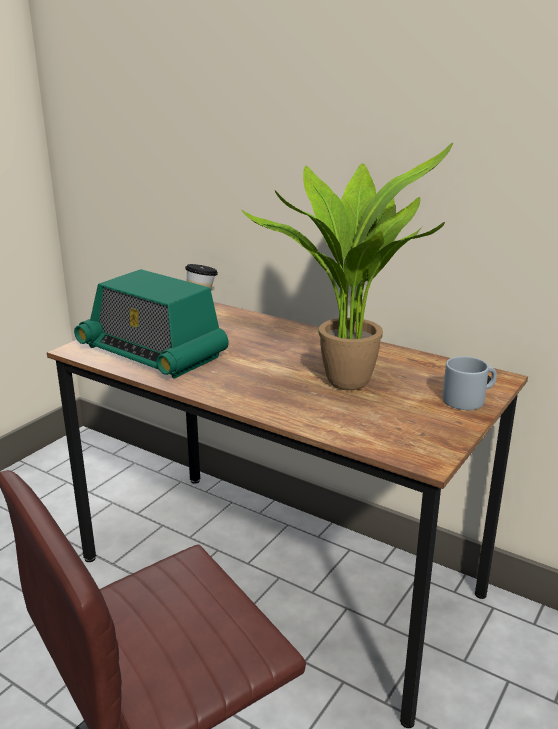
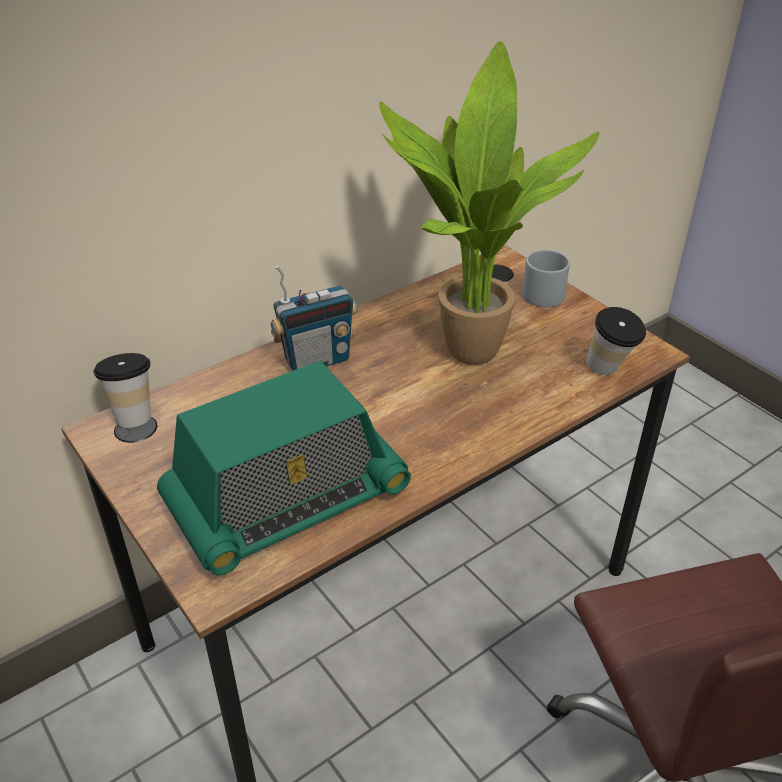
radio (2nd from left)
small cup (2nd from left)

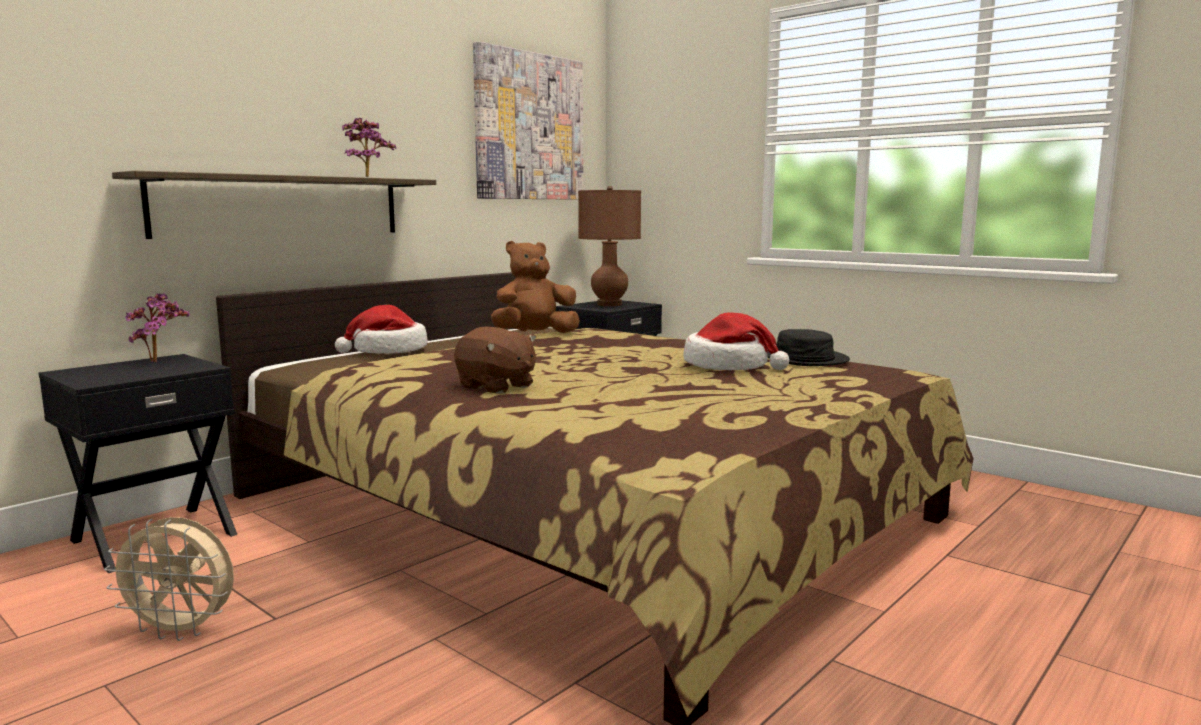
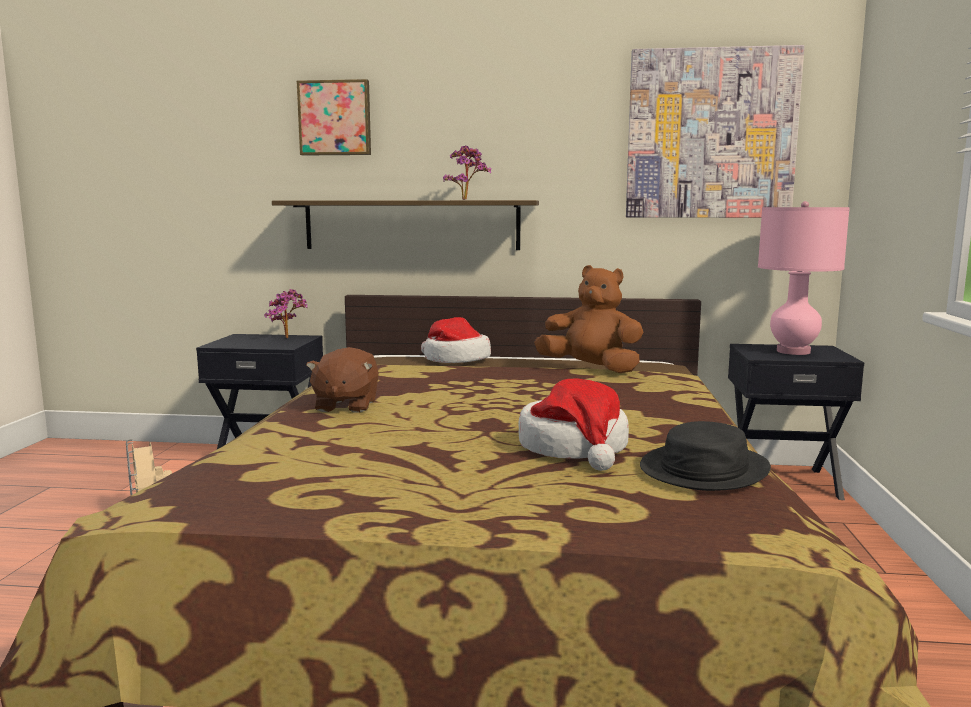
pink-coloured tabletop lamp
wall art (1st from left)

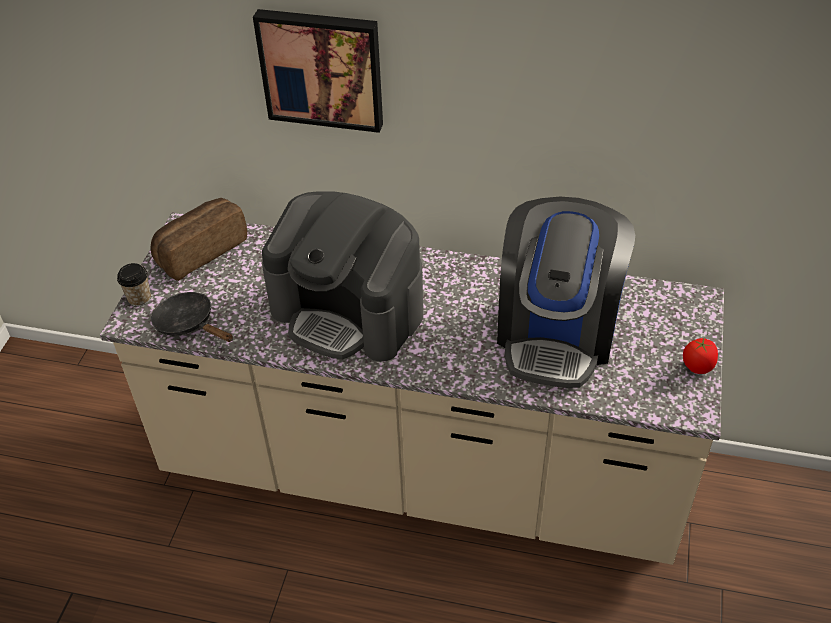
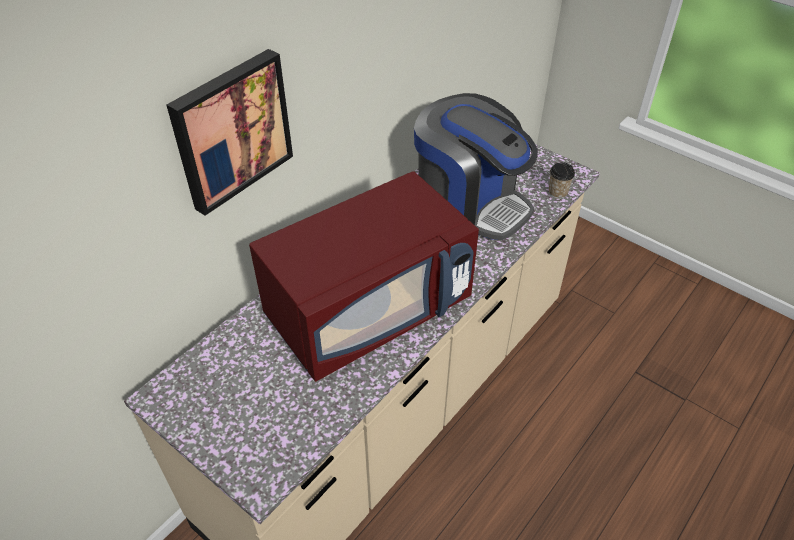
reddish microwave oven
bakery bread
small cup
black-coloured pan
tomato

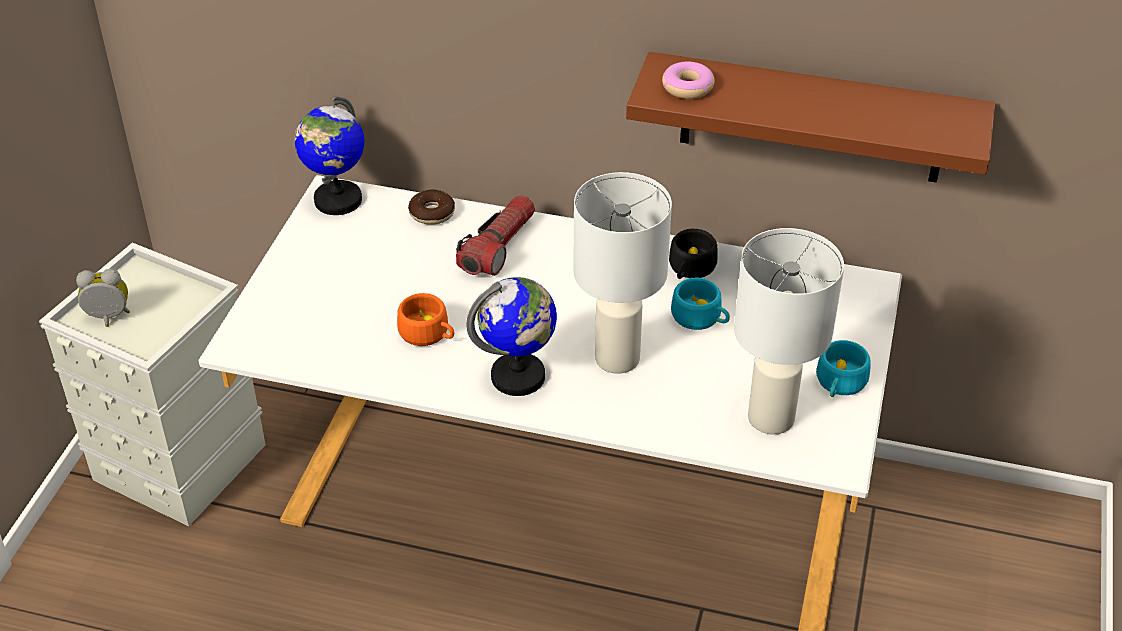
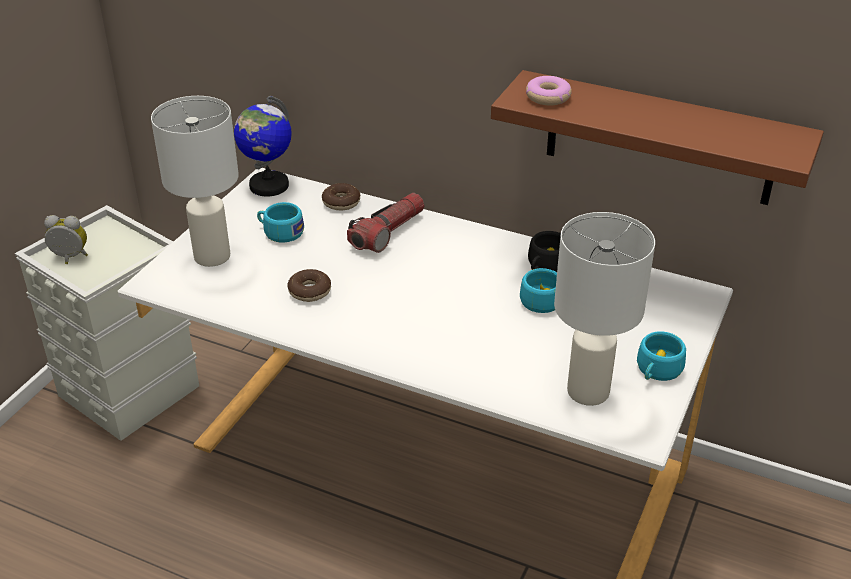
white-coloured tabletop lamp (1st from left)
world globe (2nd from left in the first image)
doughnut (1st from left)
blue-green small cup (1st from left)

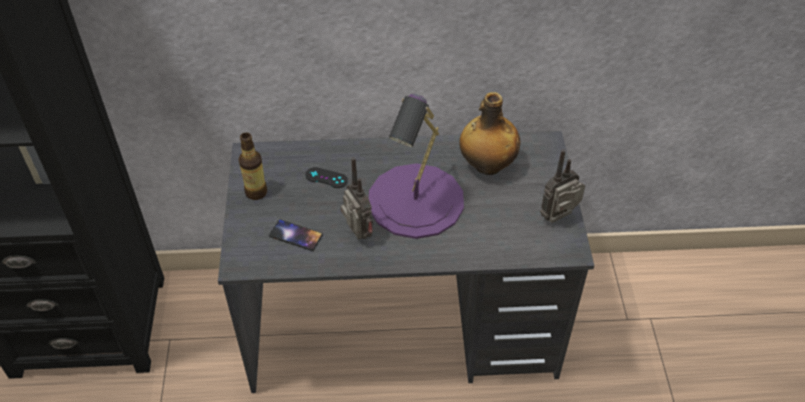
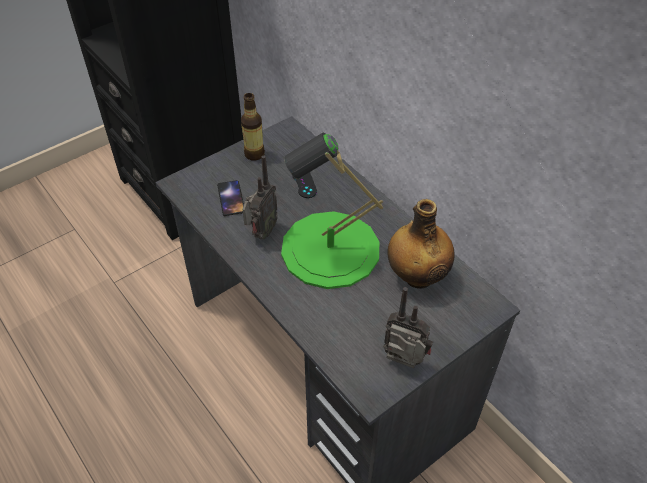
greenish tabletop lamp

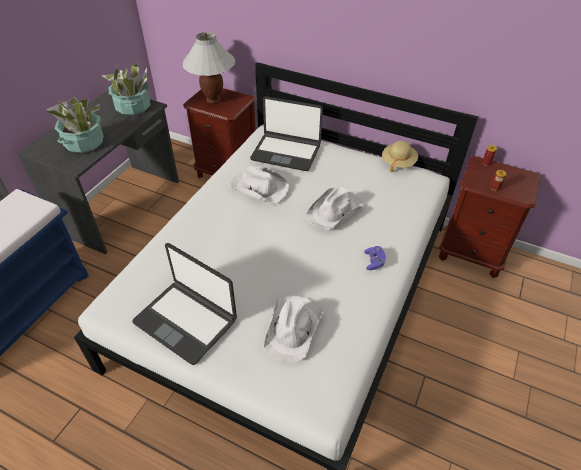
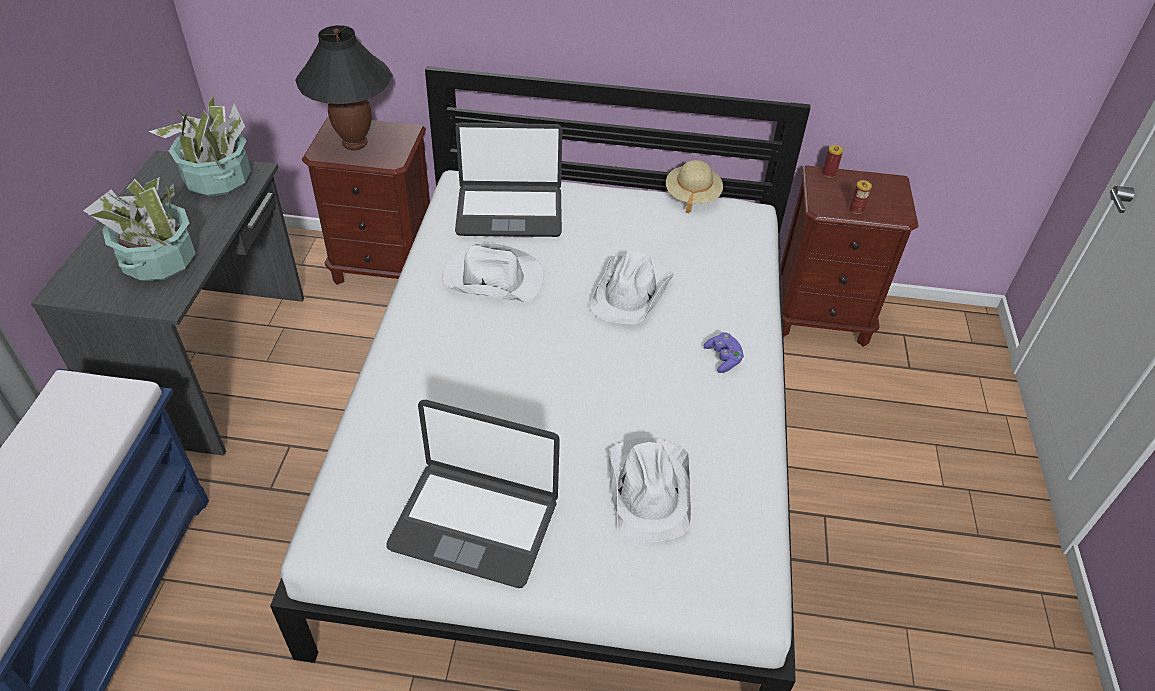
black-coloured tabletop lamp

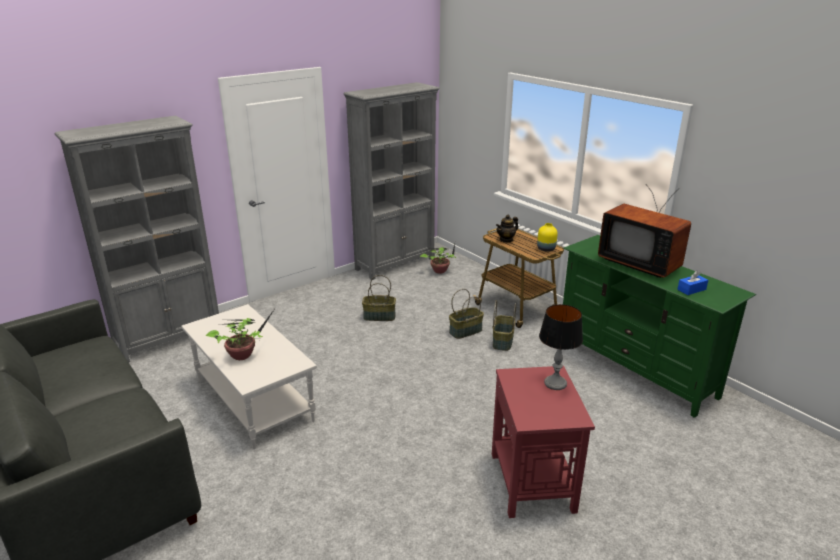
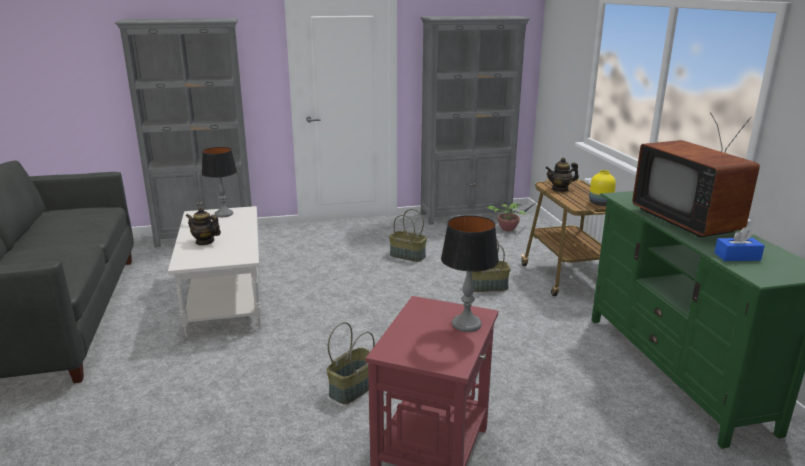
basket (1st from left)
tea pot (1st from left)
tabletop lamp (1st from left)

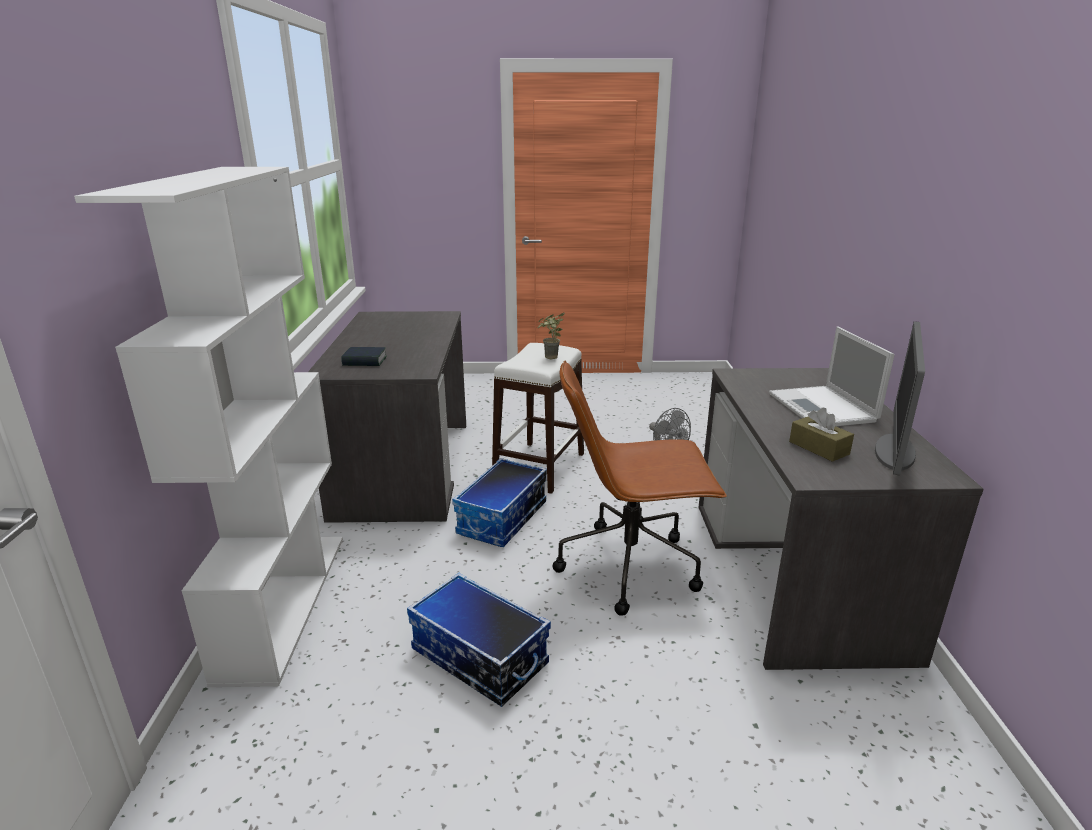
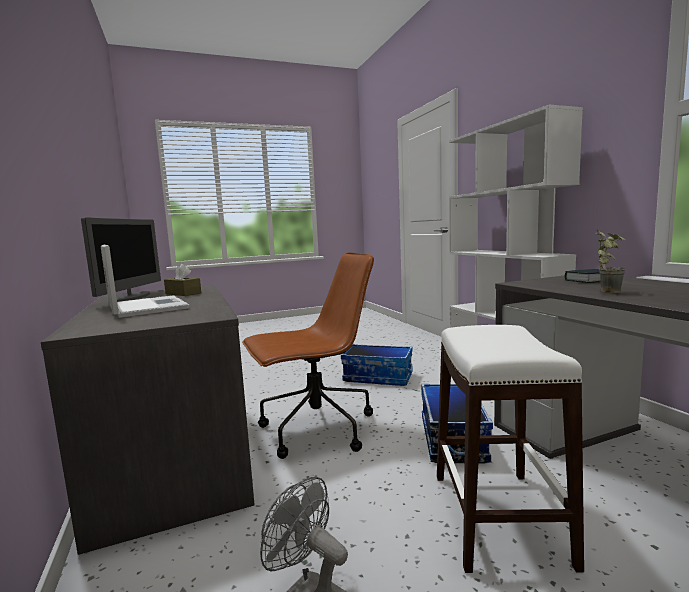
houseplant

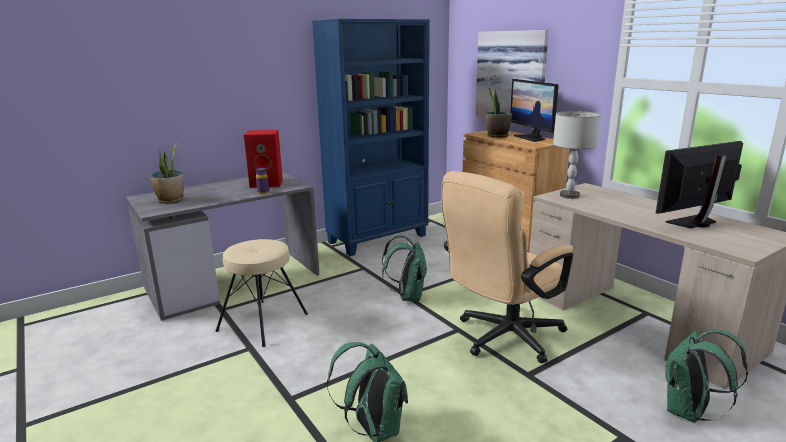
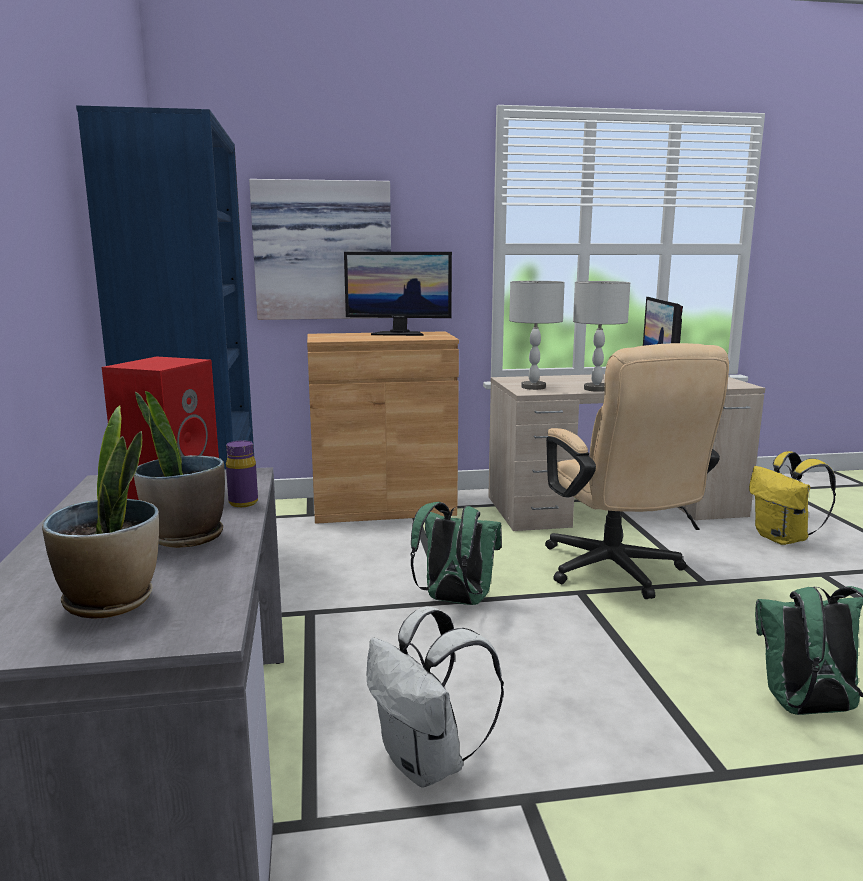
houseplant (2nd from left)
white-coloured knapsack
yellowish knapsack
grey tabletop lamp (2nd from left)

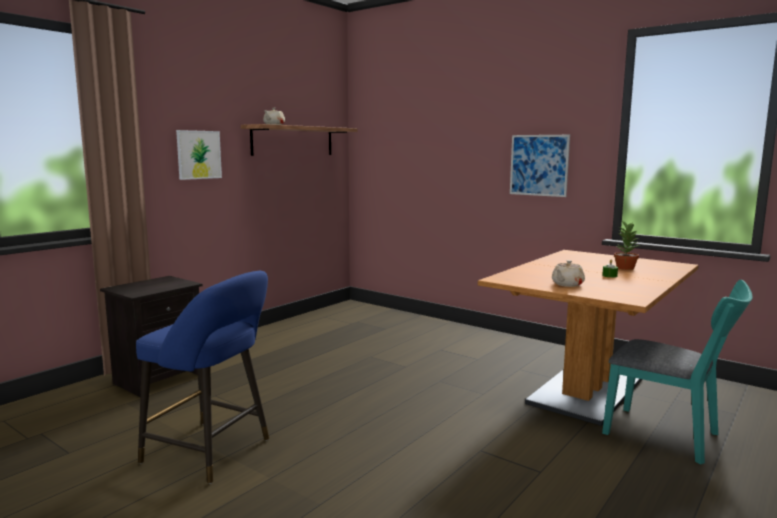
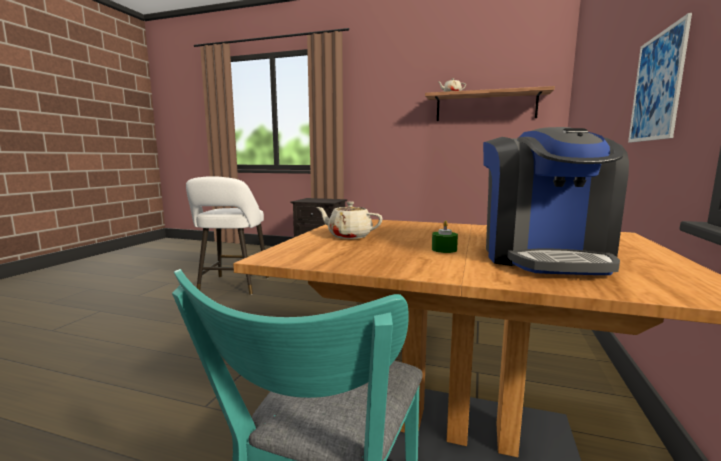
wall art (1st from left in the first image)
coffee maker
white-coloured stool

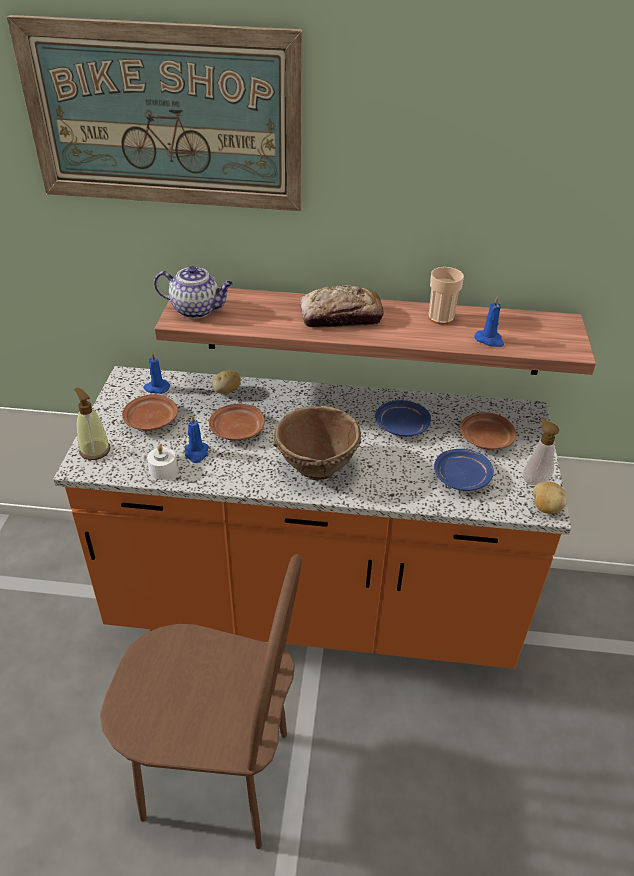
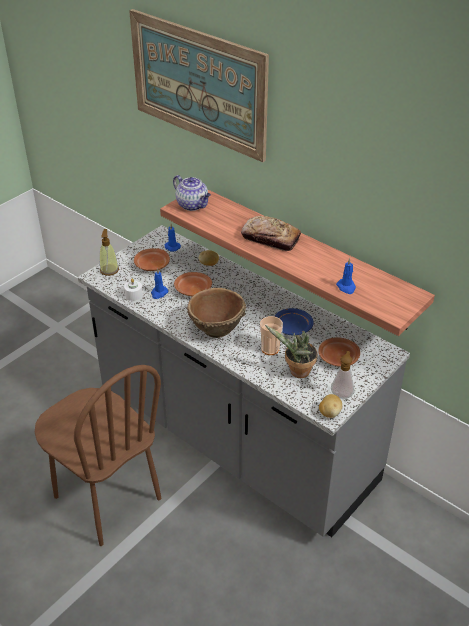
small cup
grey kitchen base unit
houseplant

